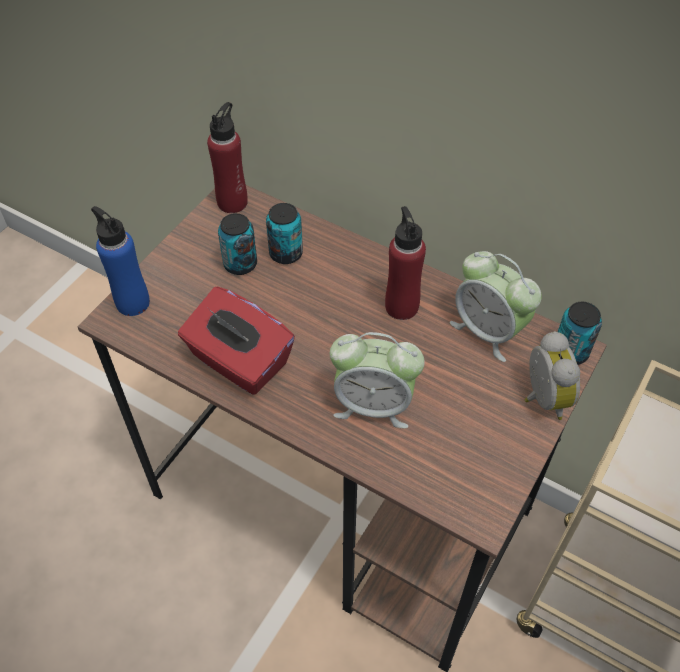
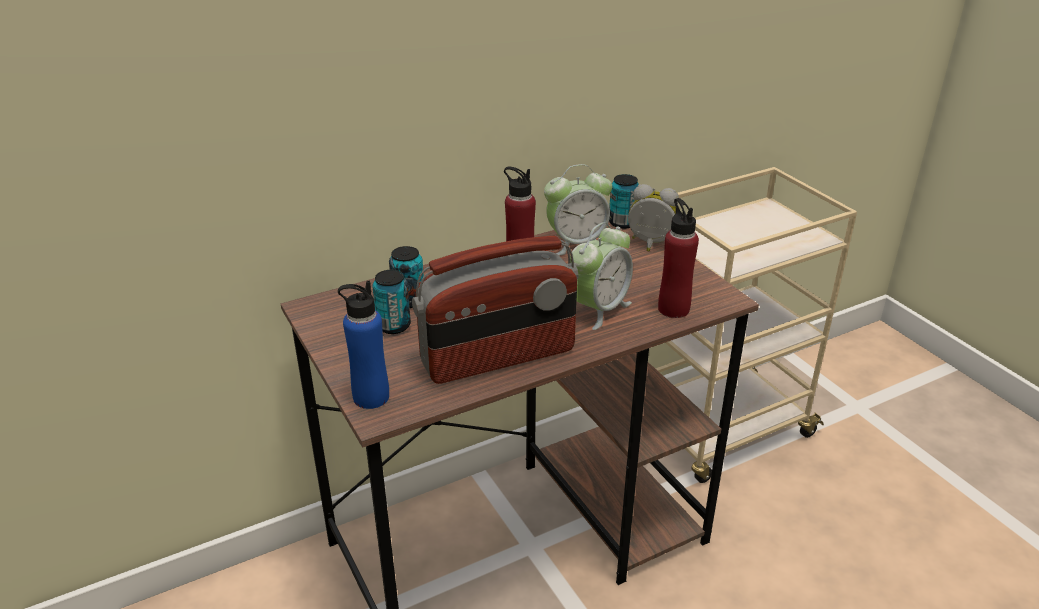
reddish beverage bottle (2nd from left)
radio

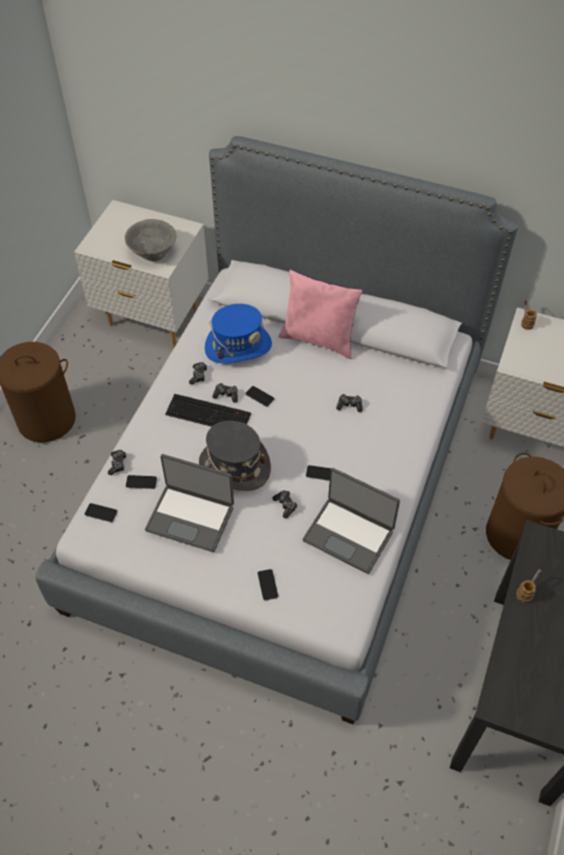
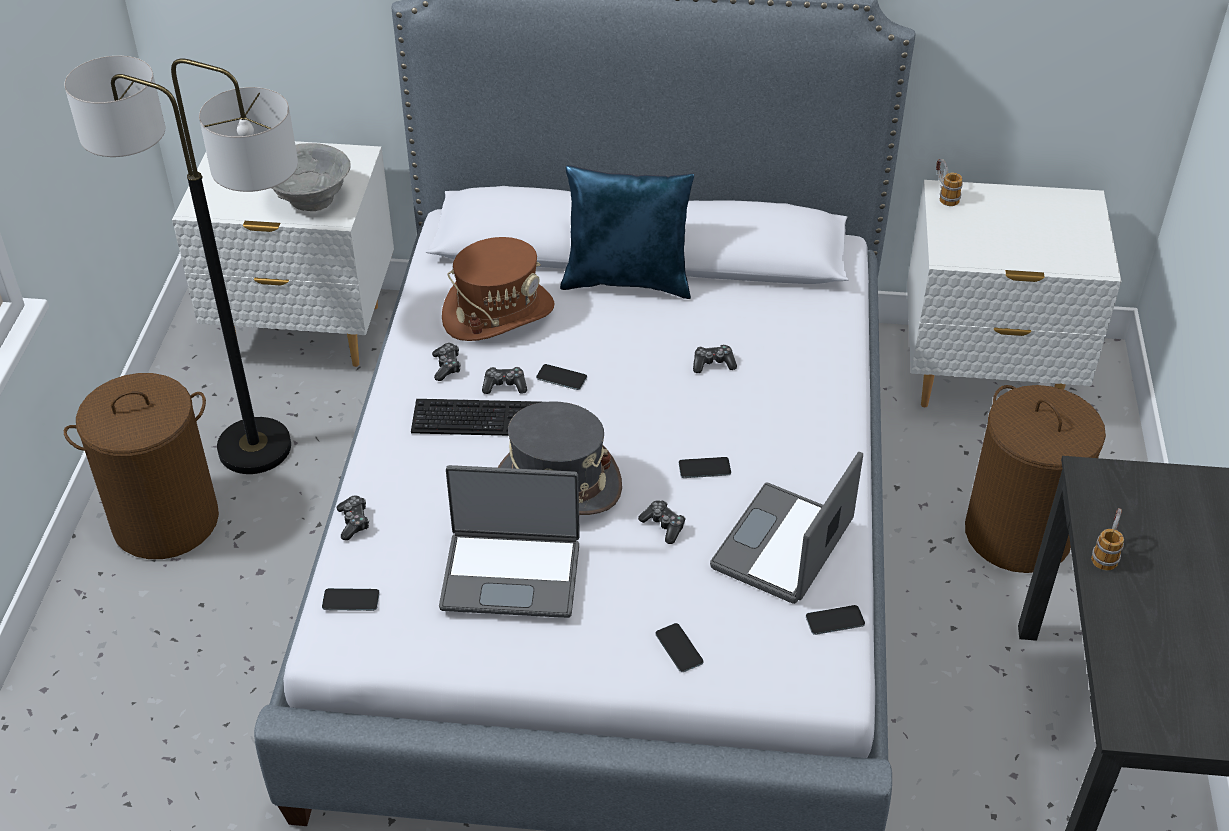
bluish pillow
brownish wearable hat
laptop (2nd from left)
telephone (5th from left)
floor lamp

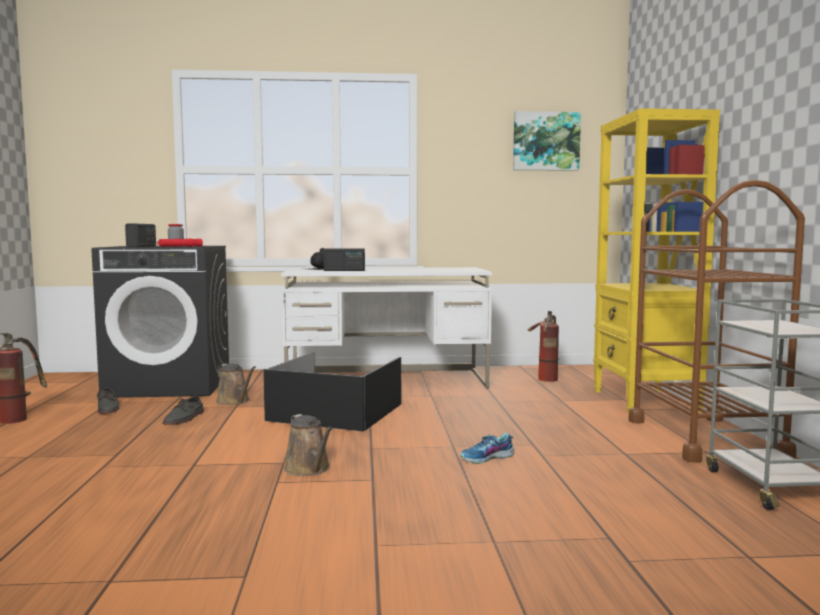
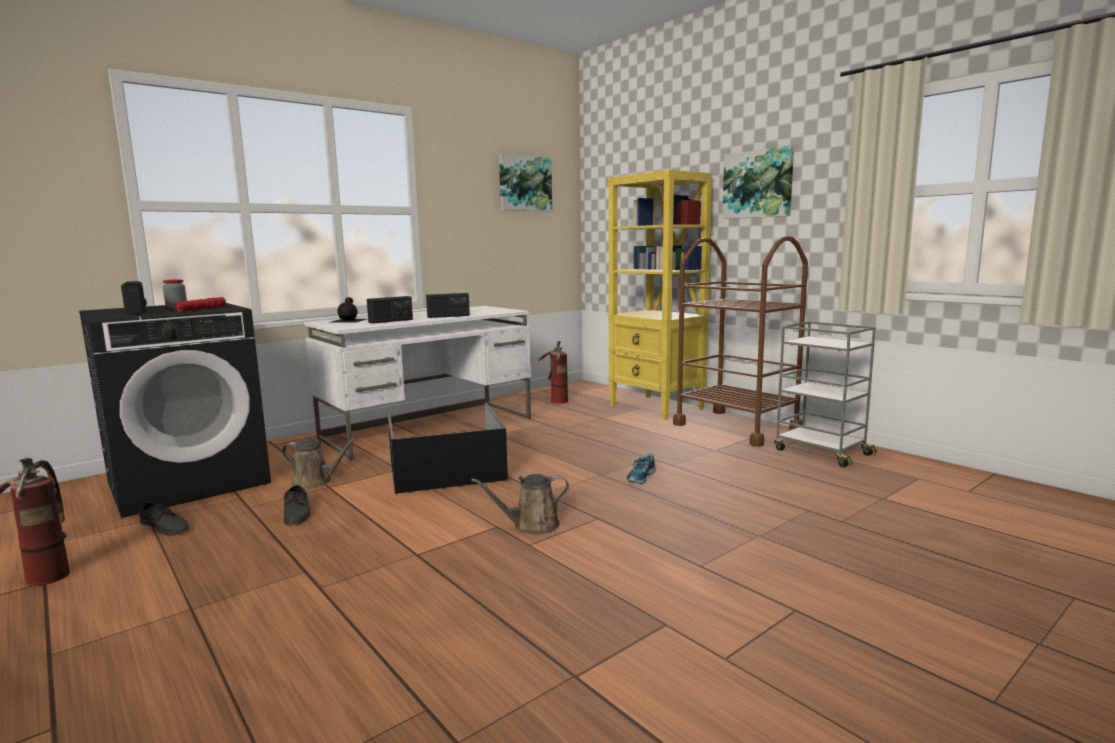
brownish sprinkling can (2nd from left)
wall art (2nd from left)
radio (3rd from left)

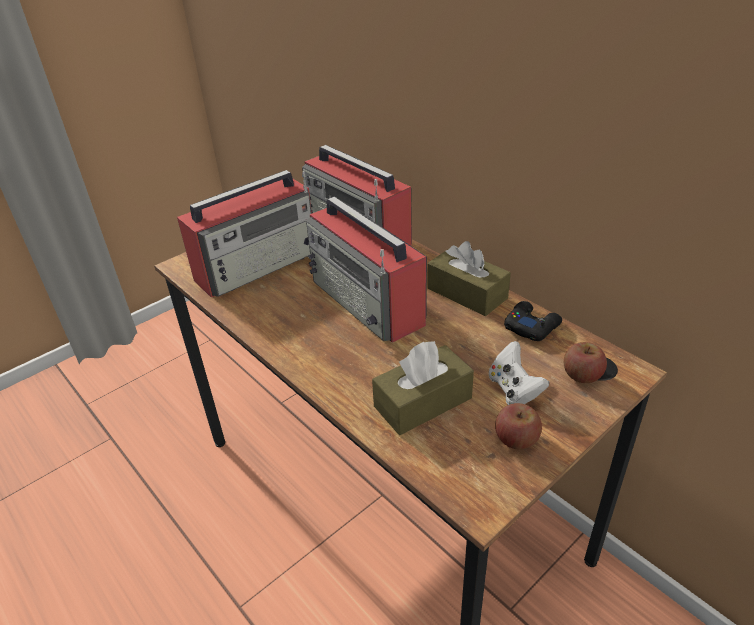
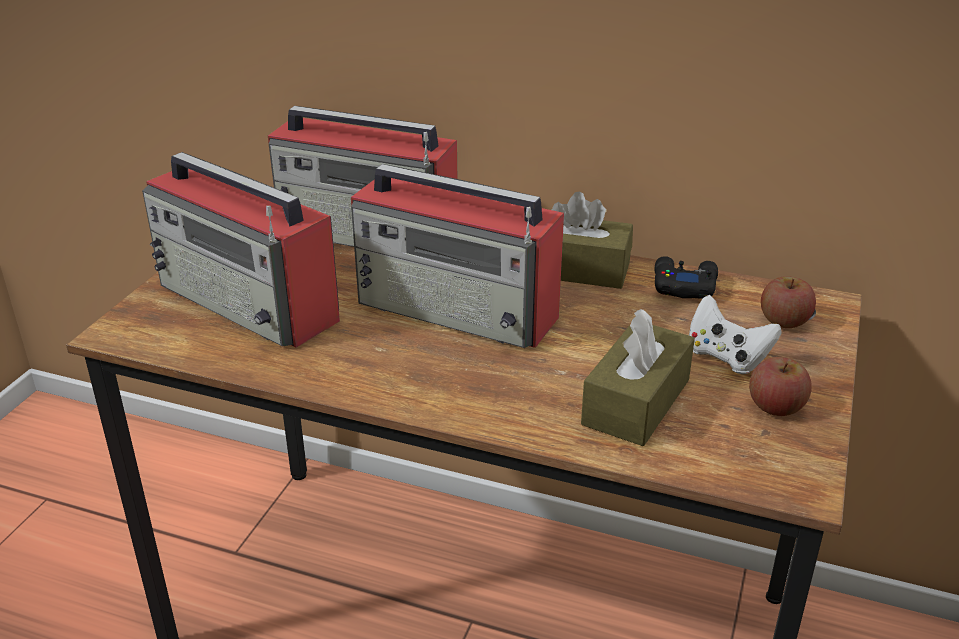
radio (1st from left)

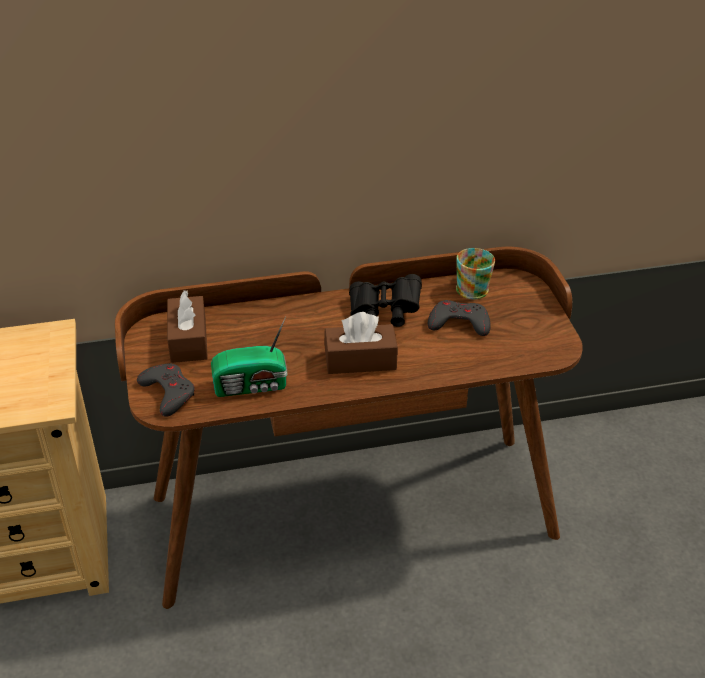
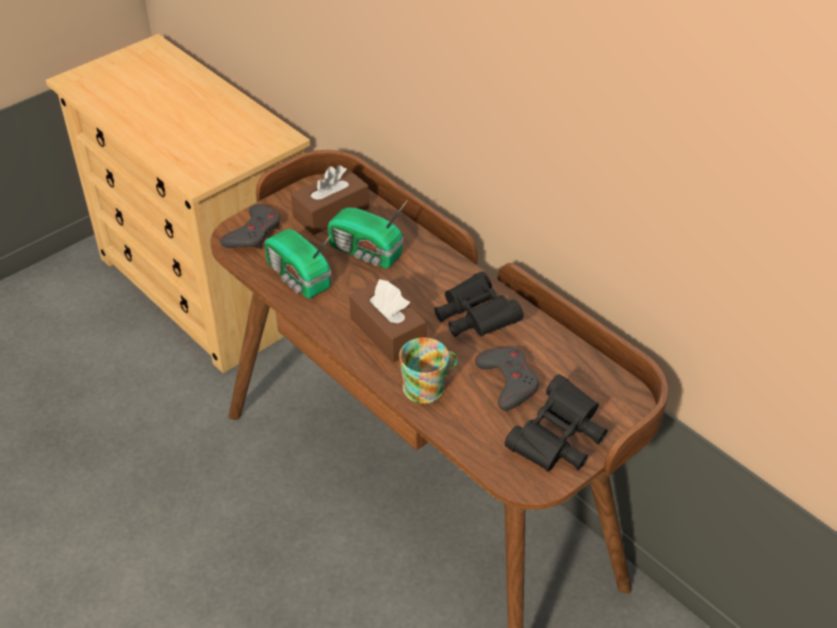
tea mug
radio (2nd from left)
black-coloured field glasses (2nd from left)

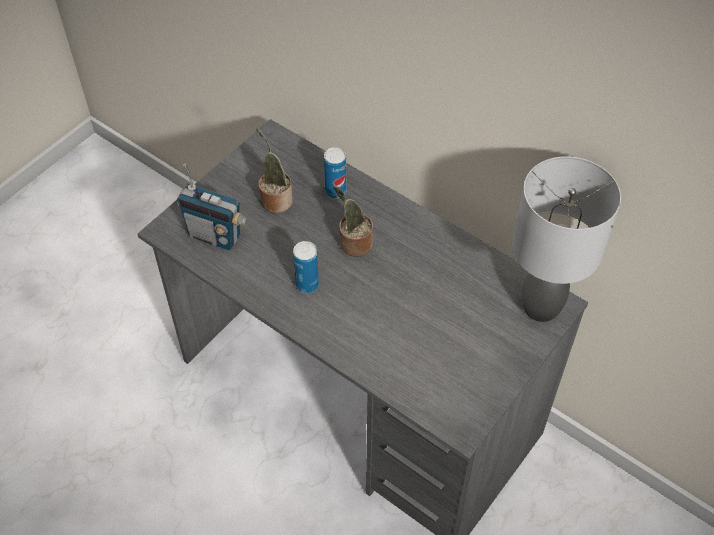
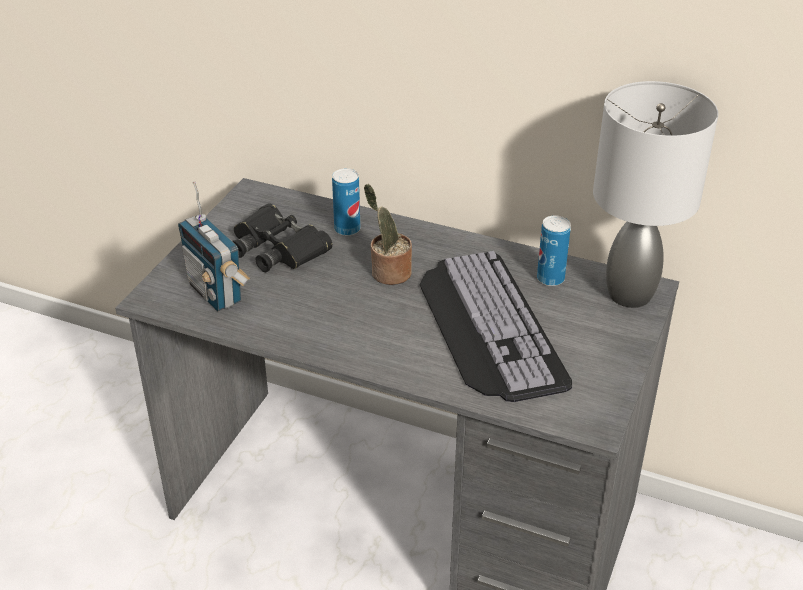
black-coloured field glasses
radio
metal can (2nd from left)
PC keyboard

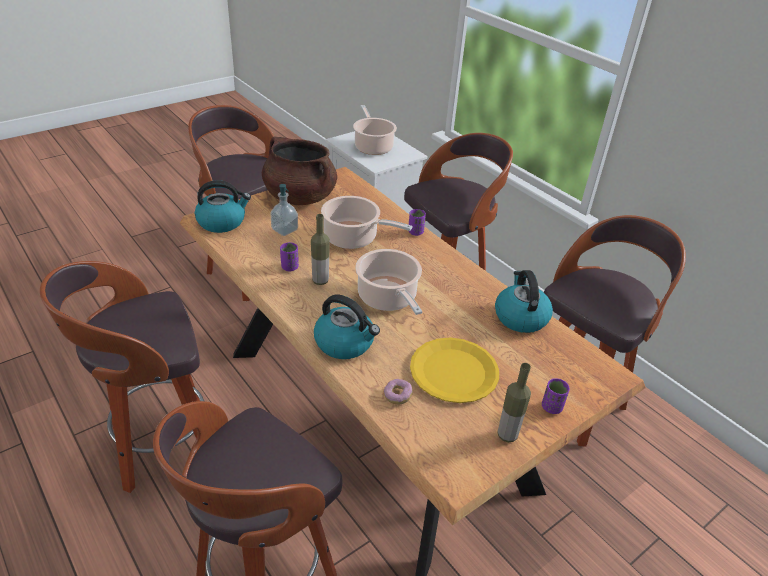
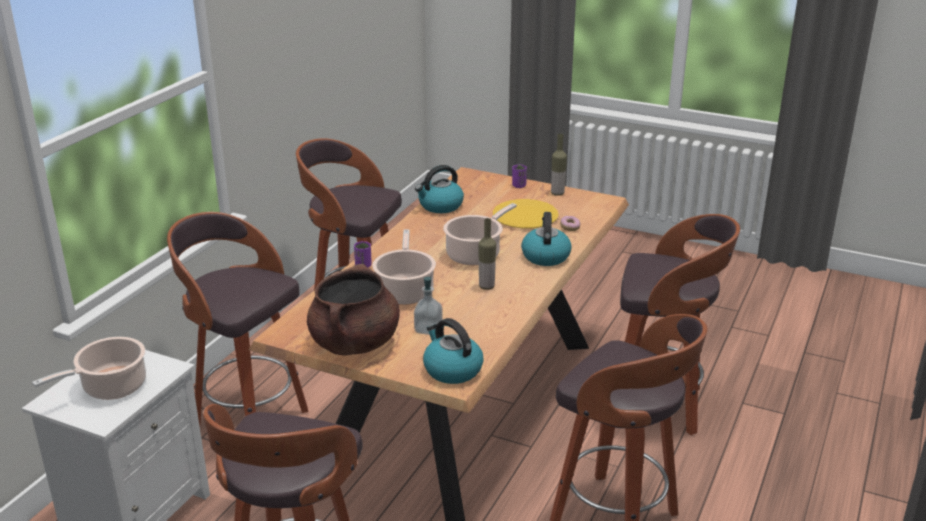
purplish small cup (1st from left in the first image)

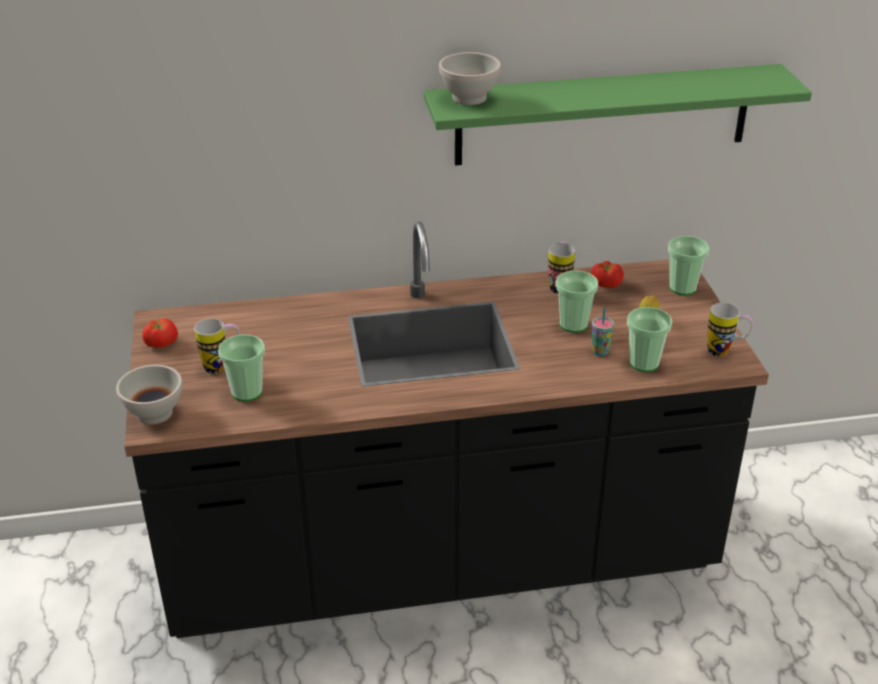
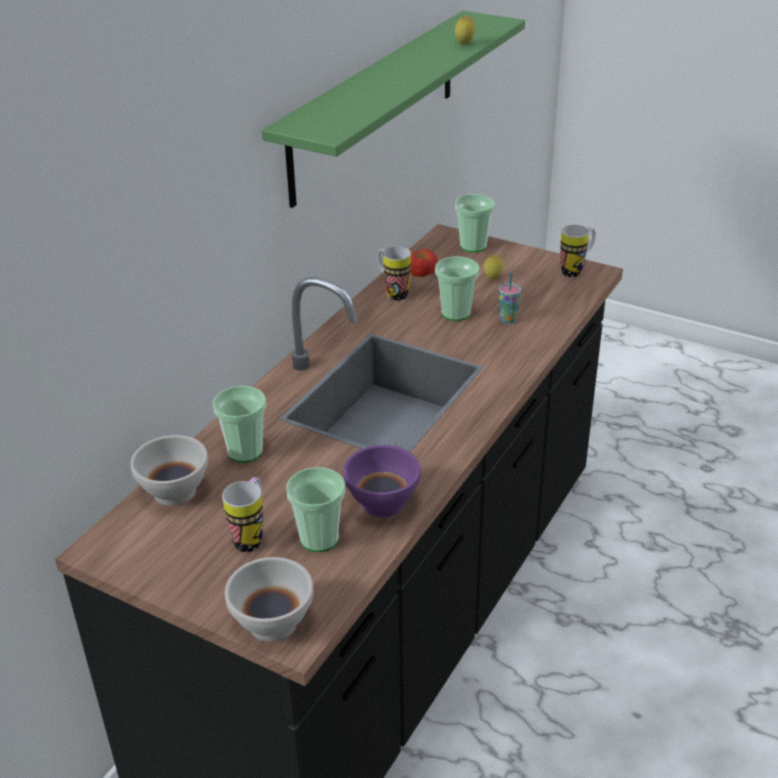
white-coloured deep dish (1st from left)
small cup (1st from left)
tomato (1st from left in the first image)
whole lemon (1st from left)
purplish deep dish

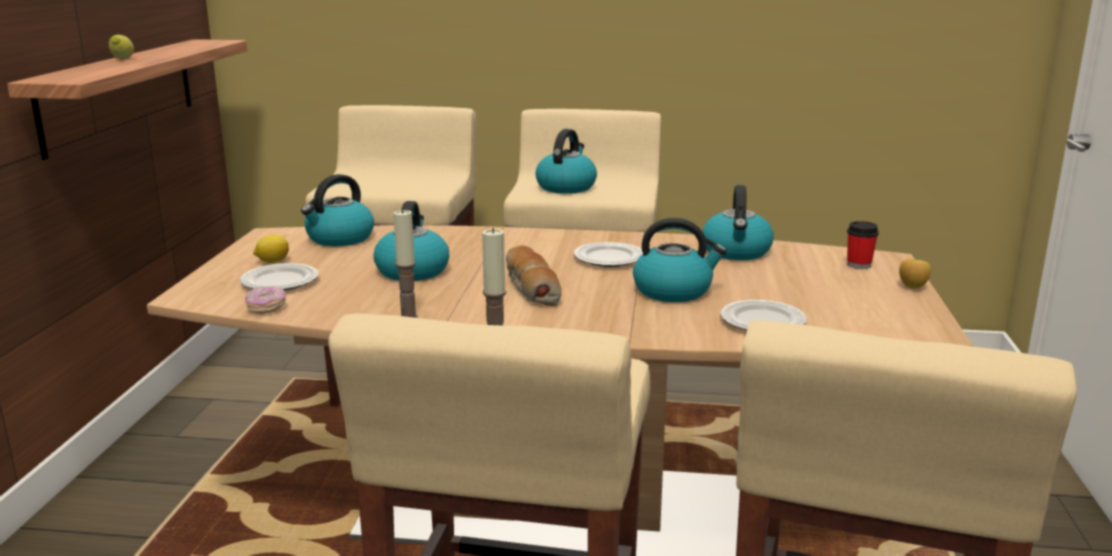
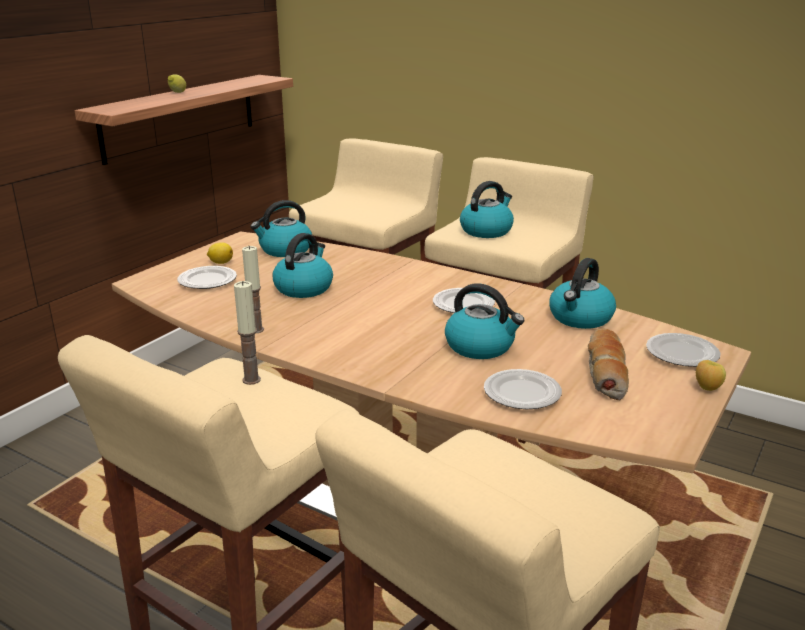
flat dish (4th from left)
bakery bread
doughnut

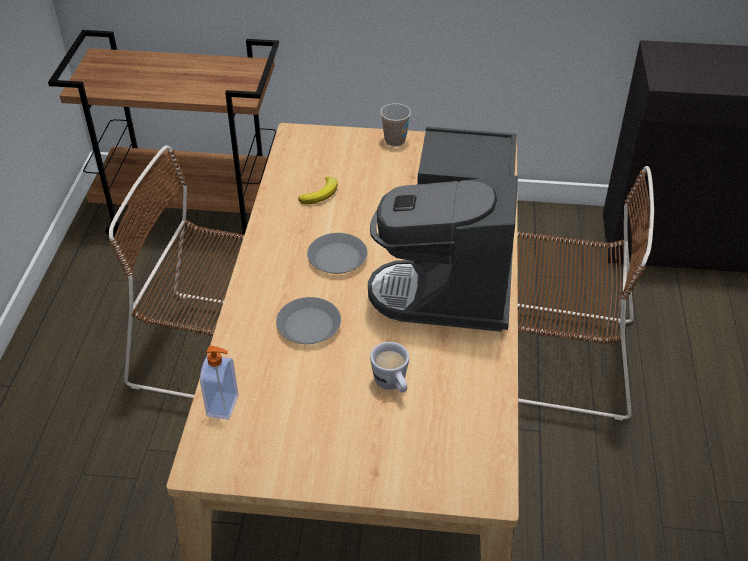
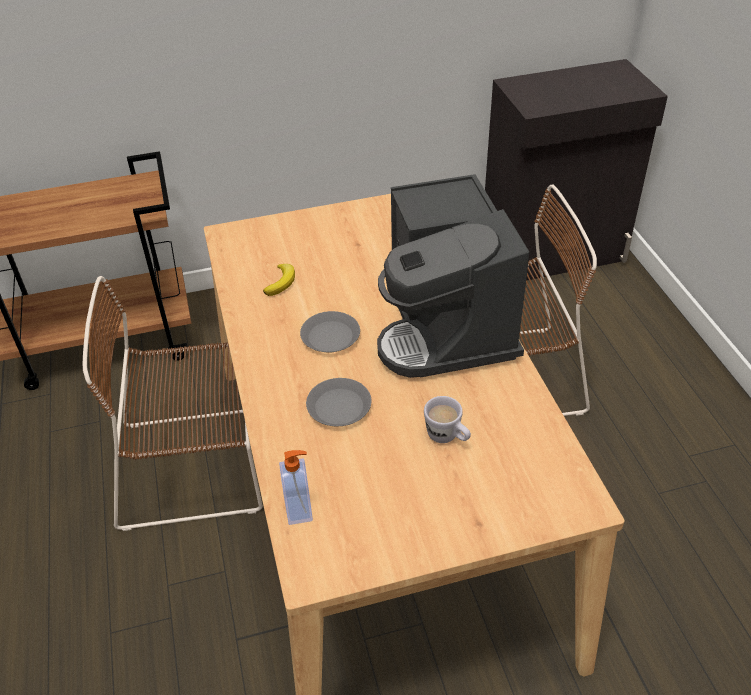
small cup

